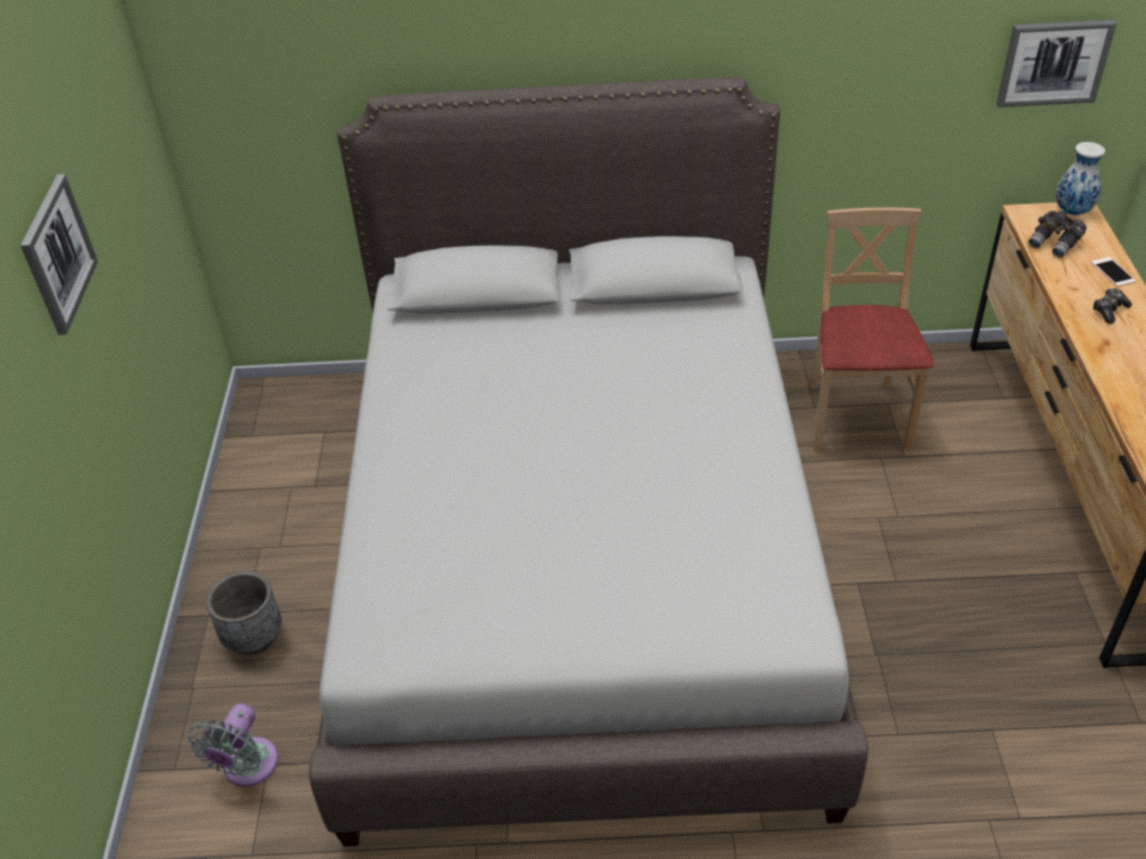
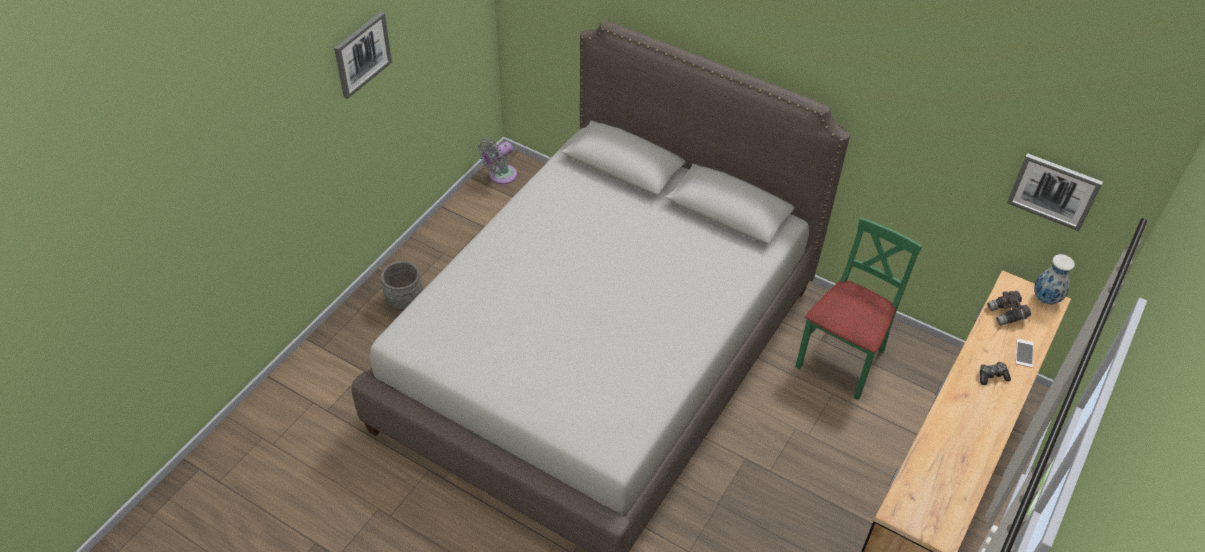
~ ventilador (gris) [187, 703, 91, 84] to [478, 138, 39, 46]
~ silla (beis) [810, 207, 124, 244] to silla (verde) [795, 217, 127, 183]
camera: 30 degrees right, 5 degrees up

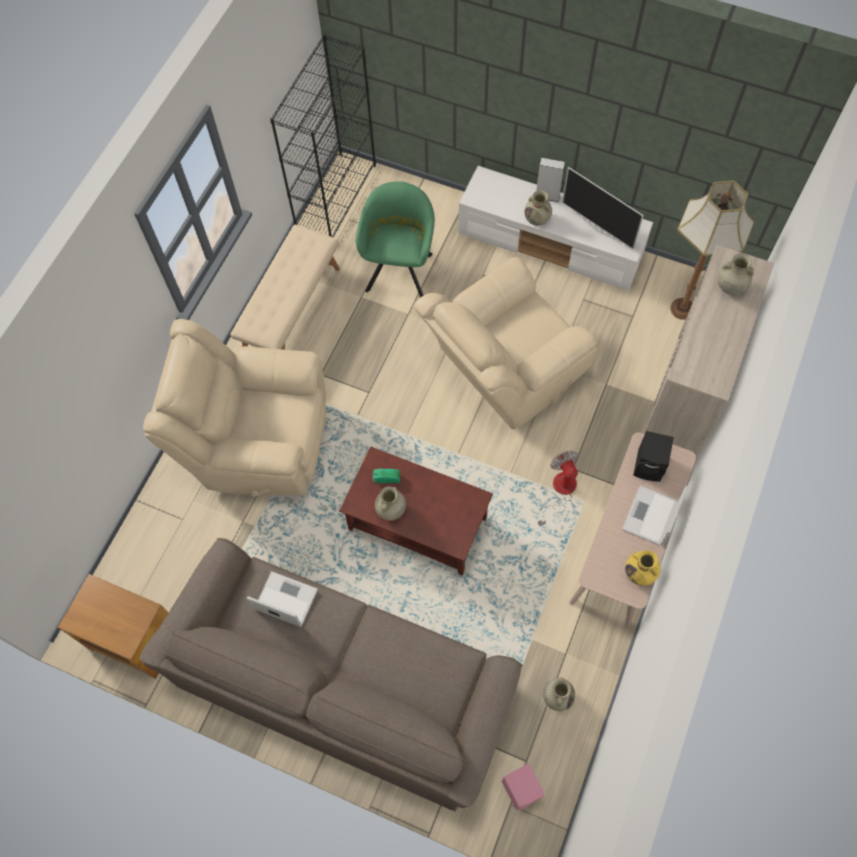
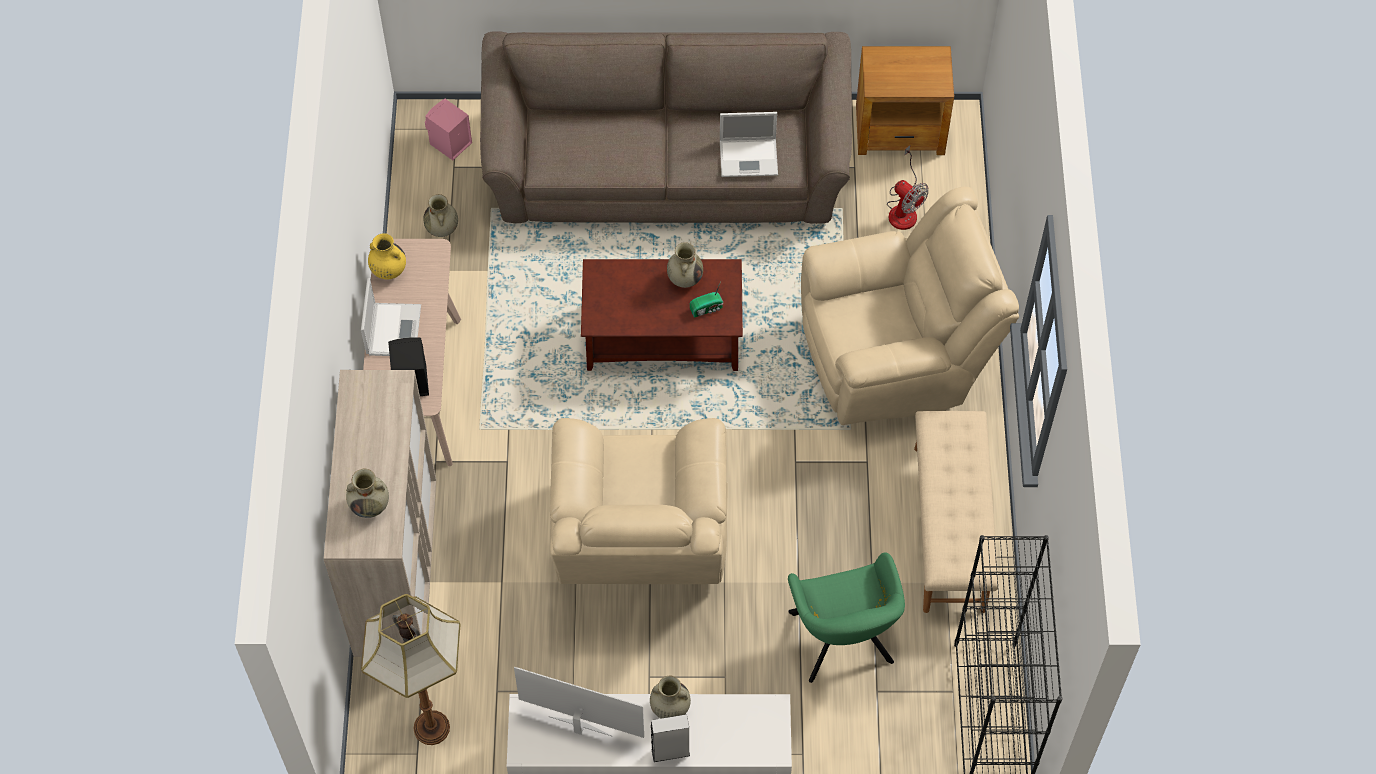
~ sillón (beis) [414, 257, 183, 173] = [550, 418, 178, 166] 150 degrees clockwise
~ ventilador [538, 451, 41, 75] to [887, 145, 42, 85]
camera: 155 degrees right, 5 degrees down

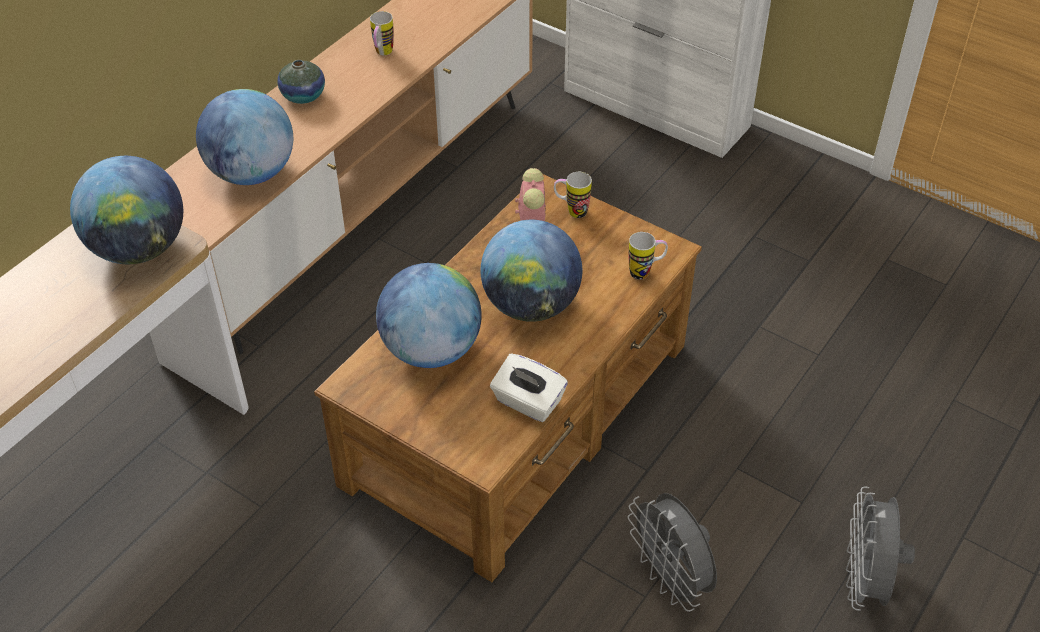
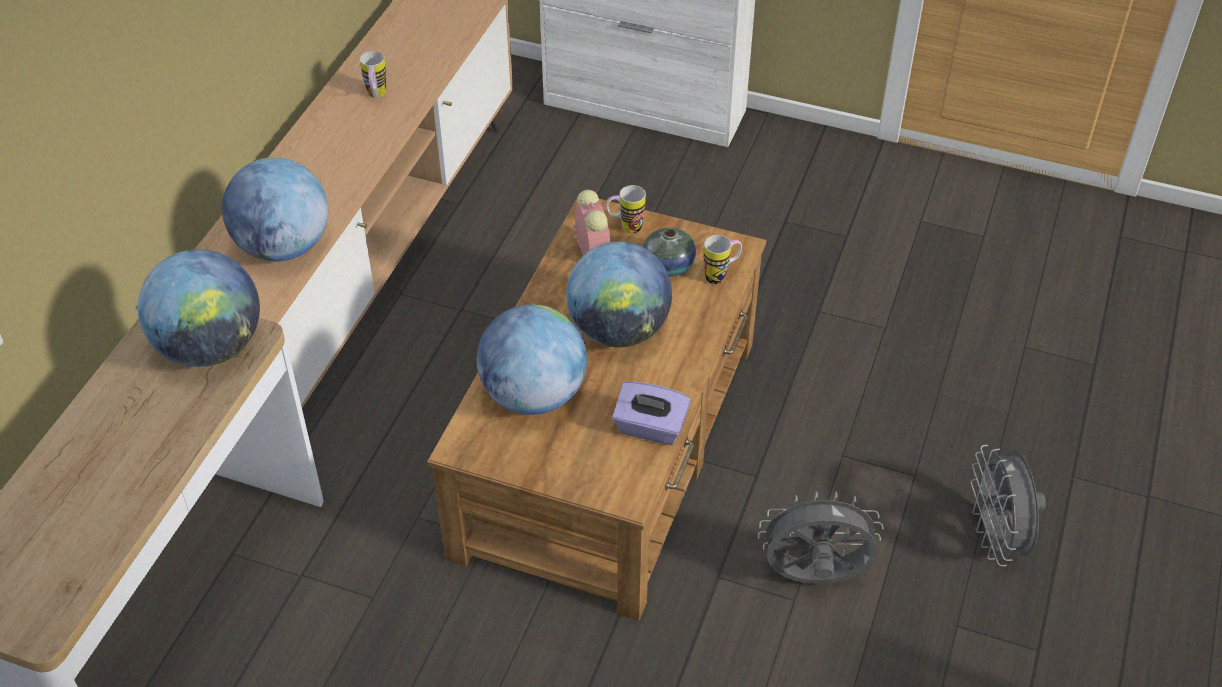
~ florero [277, 60, 48, 44] to [643, 227, 53, 50]
~ caja de pañuelos (blanco) [490, 353, 78, 69] to caja de pañuelos (morado) [612, 382, 79, 63]
~ ventilador (gris) [627, 493, 90, 119] = [758, 491, 126, 93] 135 degrees clockwise
camera: 15 degrees left, 0 degrees up

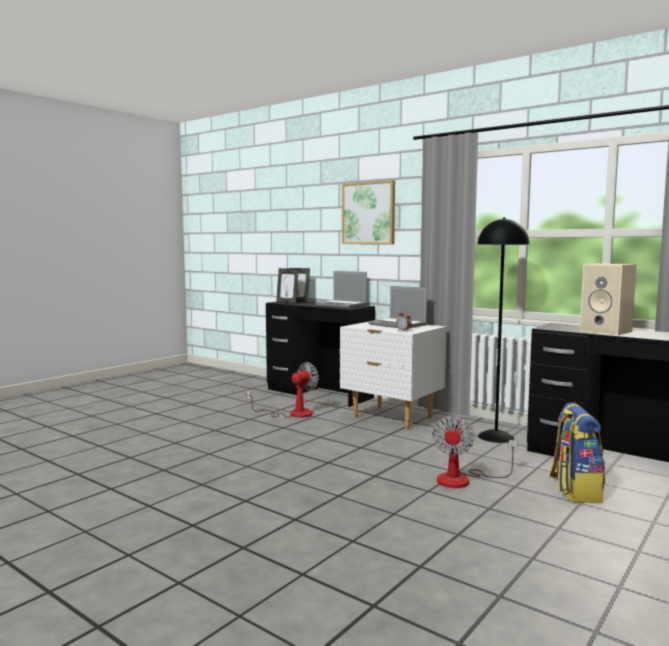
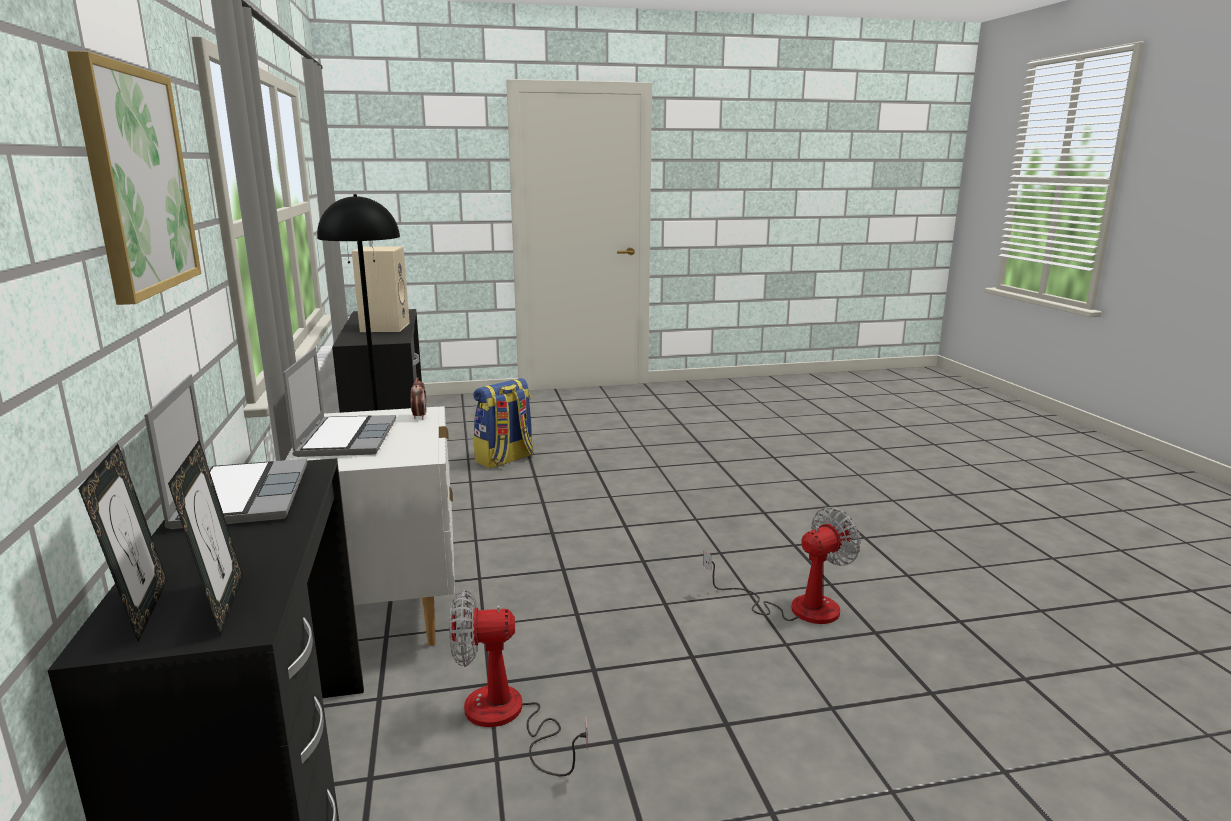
~ ventilador [432, 415, 85, 73] to [703, 507, 158, 117]
camera: 140 degrees left, 10 degrees up

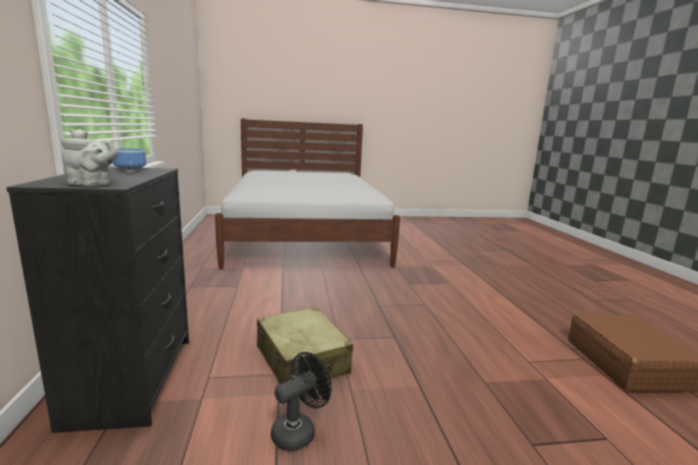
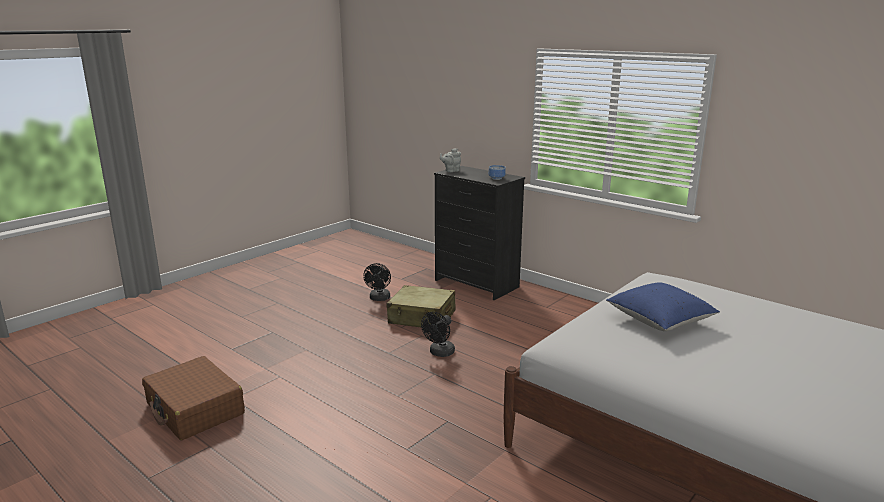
+ ventilador (negro) [421, 312, 34, 45]
+ cojín (azul) [606, 282, 114, 49]
camera: 140 degrees right, 5 degrees up

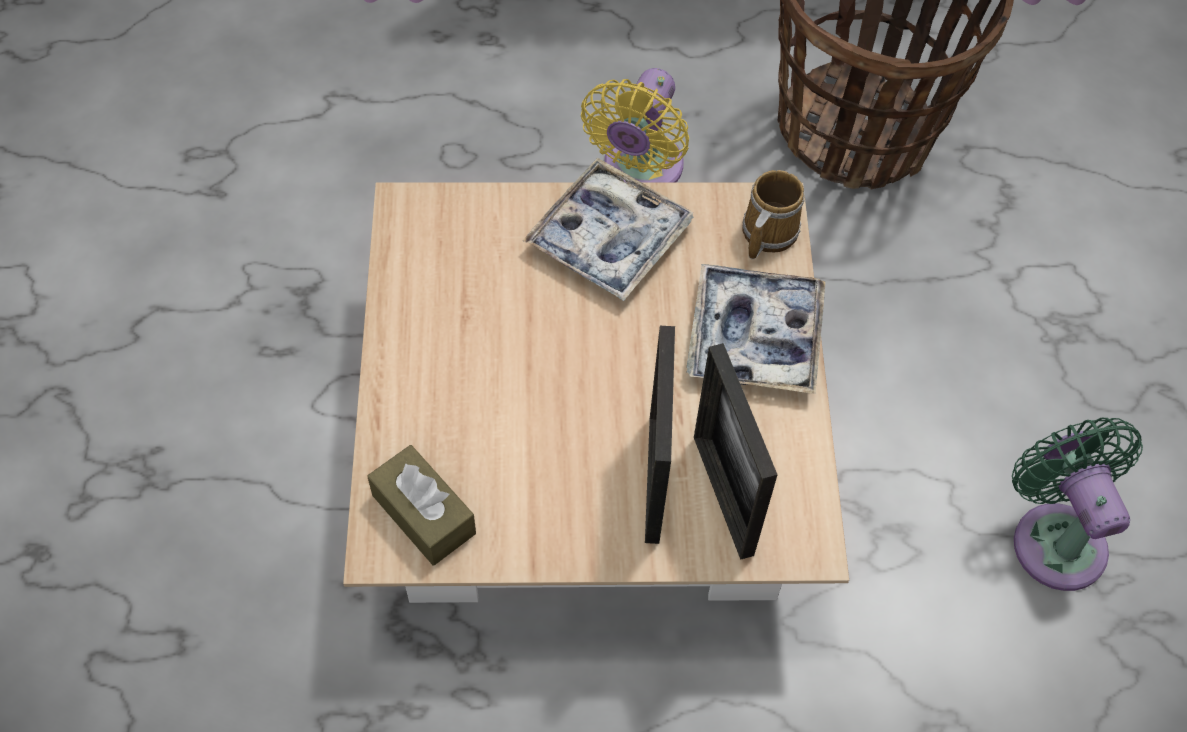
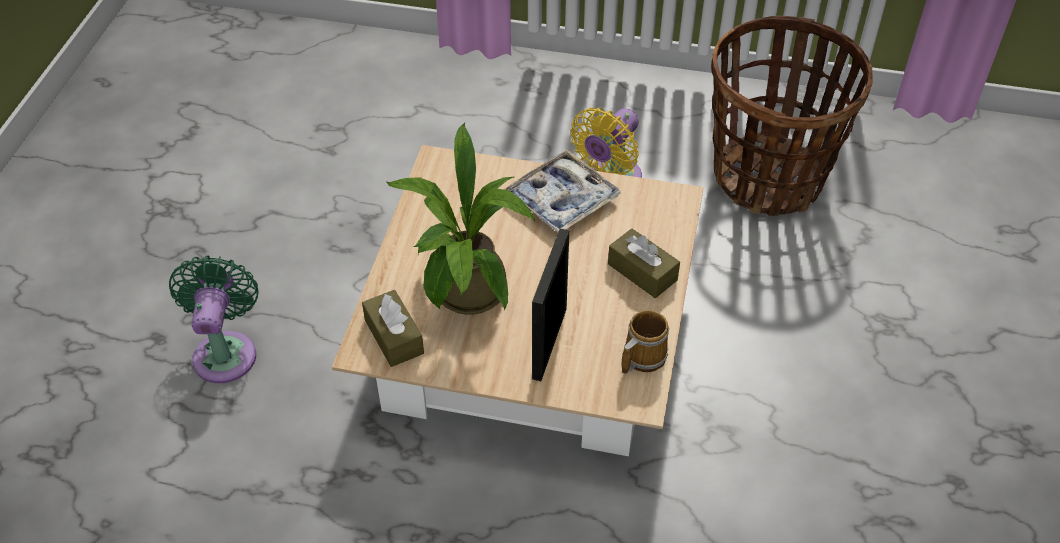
~ bandeja [686, 264, 140, 130] to caja de pañuelos (marrón) [608, 229, 72, 69]
- portarretratos [694, 343, 84, 217]
~ taza grande [742, 170, 62, 90] to [621, 310, 48, 64]
~ ventilador (verde) [1012, 418, 131, 173] to [169, 255, 89, 128]
+ planta en maceta [387, 123, 148, 192]
camera: 15 degrees right, 10 degrees down

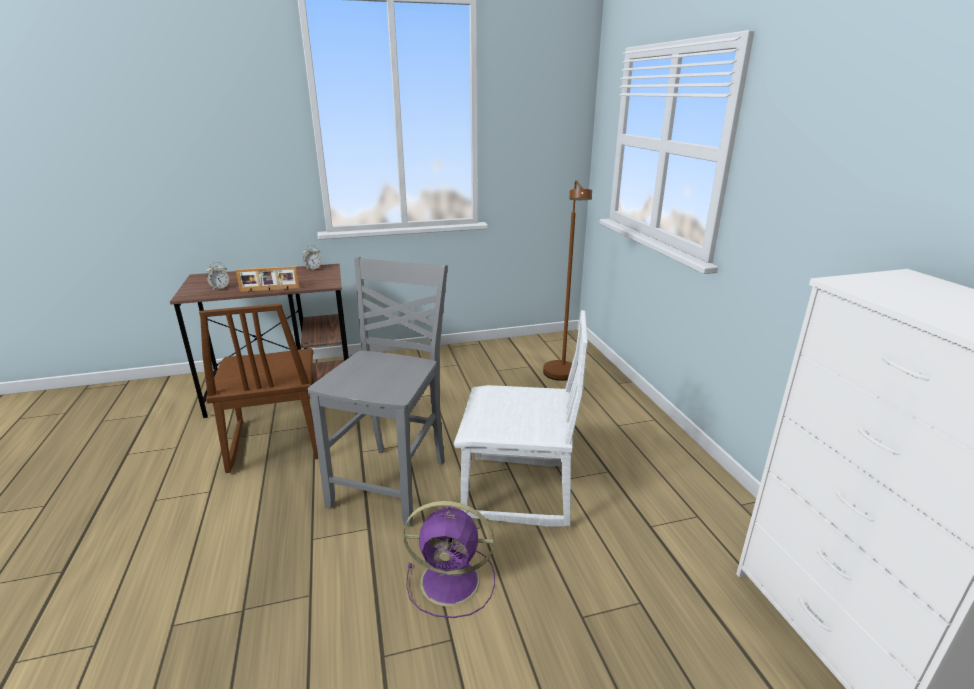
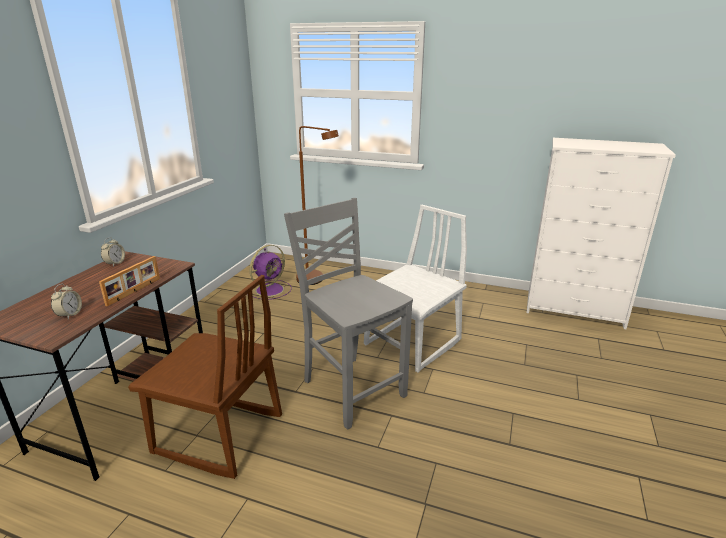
~ ventilador (morado) [403, 501, 92, 117] to [247, 245, 45, 55]
camera: 55 degrees left, 0 degrees up

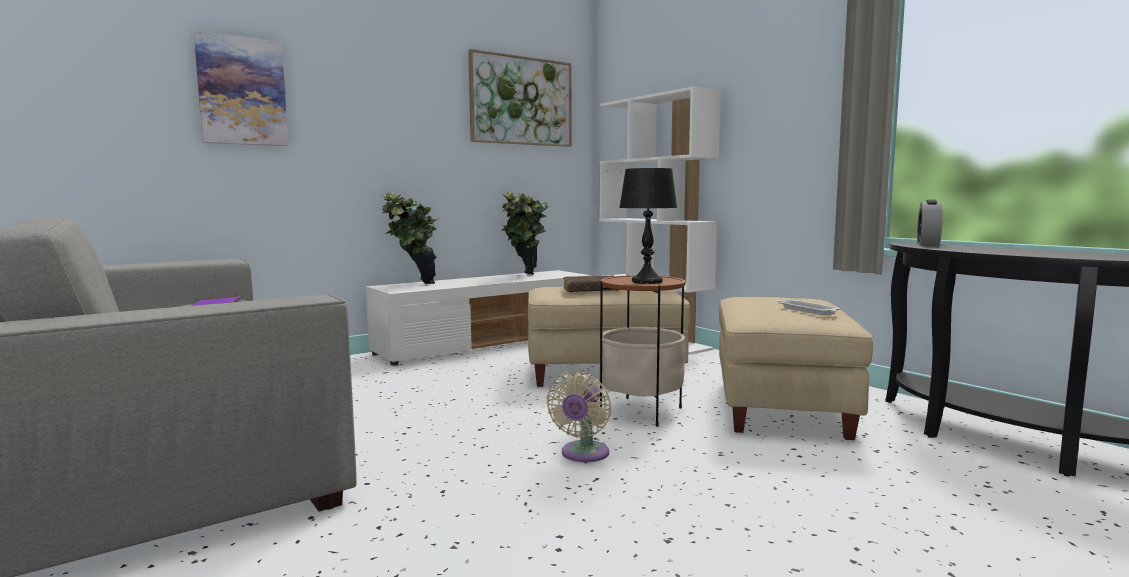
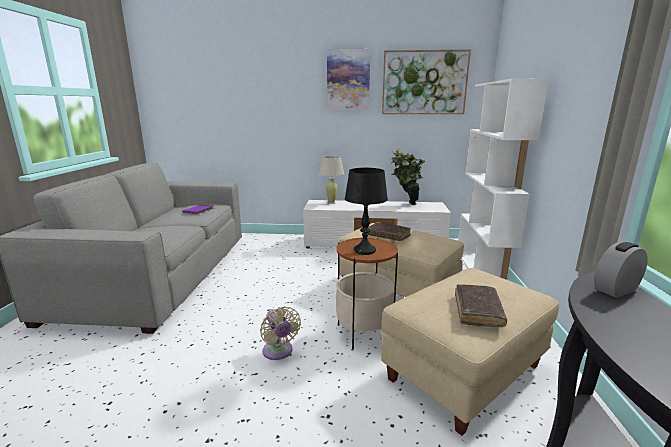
~ cuadro [194, 31, 94, 115] to [327, 49, 43, 60]
~ planta en maceta [382, 191, 58, 93] to lámpara de mesa (beis) [319, 156, 25, 48]
~ ventilador (beis) [547, 372, 64, 90] = [260, 306, 41, 54] 90 degrees counterclockwise
~ bandeja (blanco) [778, 299, 63, 16] to libro (marrón) [455, 284, 52, 43]
camera: 40 degrees right, 10 degrees up

